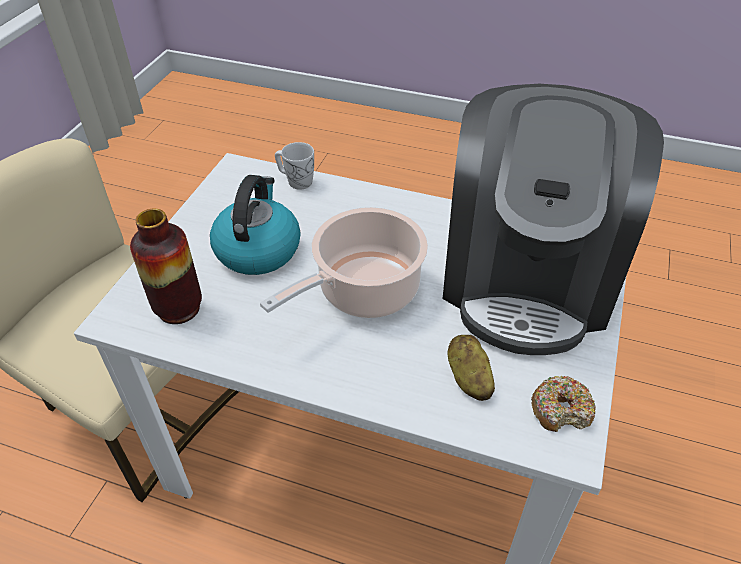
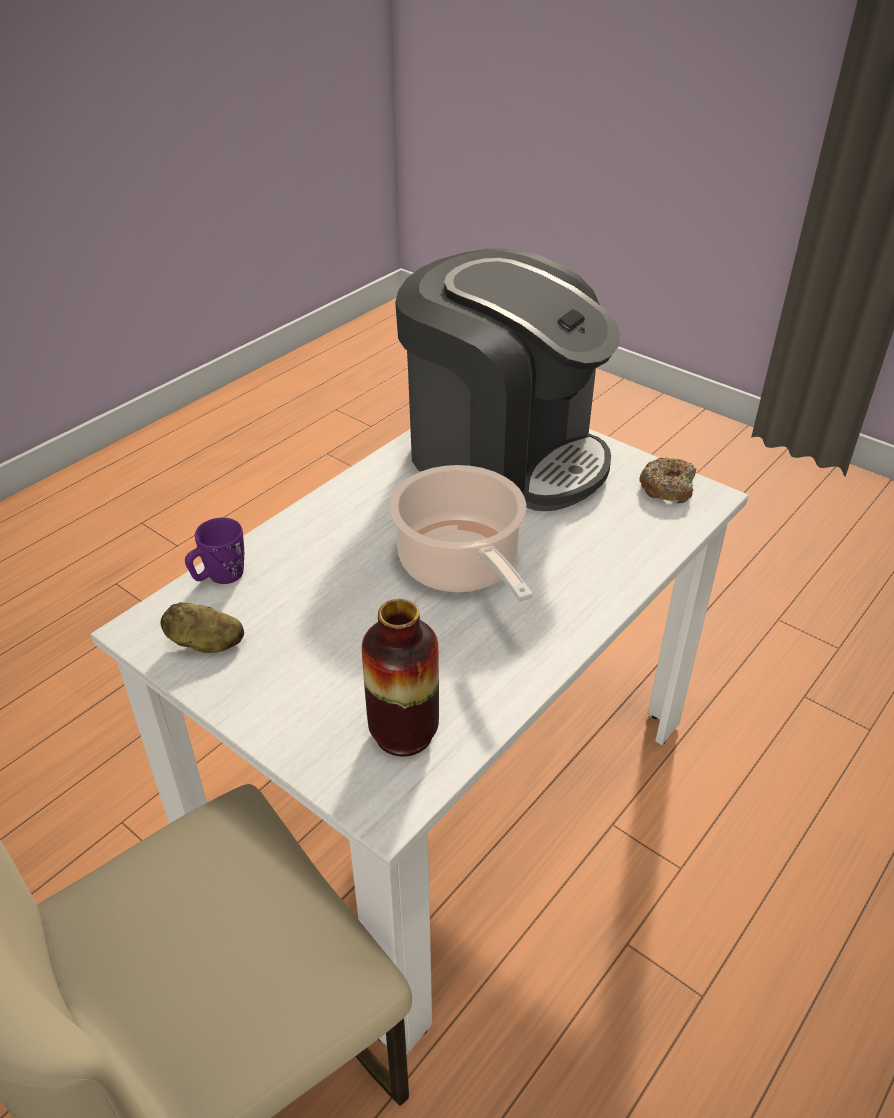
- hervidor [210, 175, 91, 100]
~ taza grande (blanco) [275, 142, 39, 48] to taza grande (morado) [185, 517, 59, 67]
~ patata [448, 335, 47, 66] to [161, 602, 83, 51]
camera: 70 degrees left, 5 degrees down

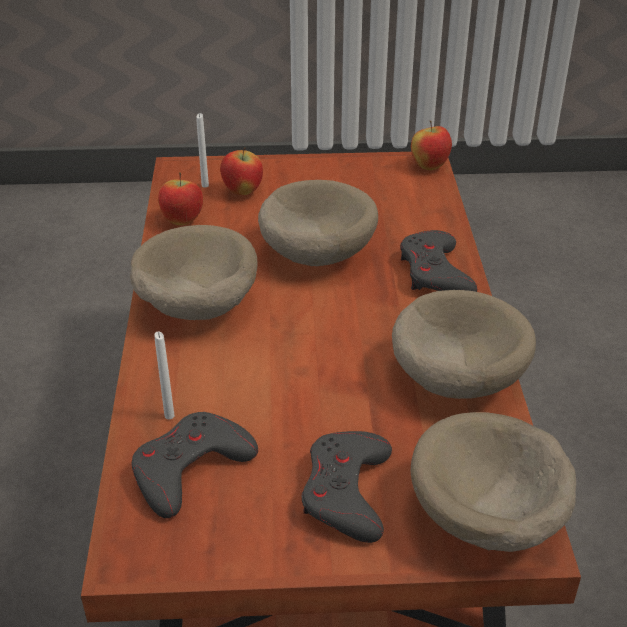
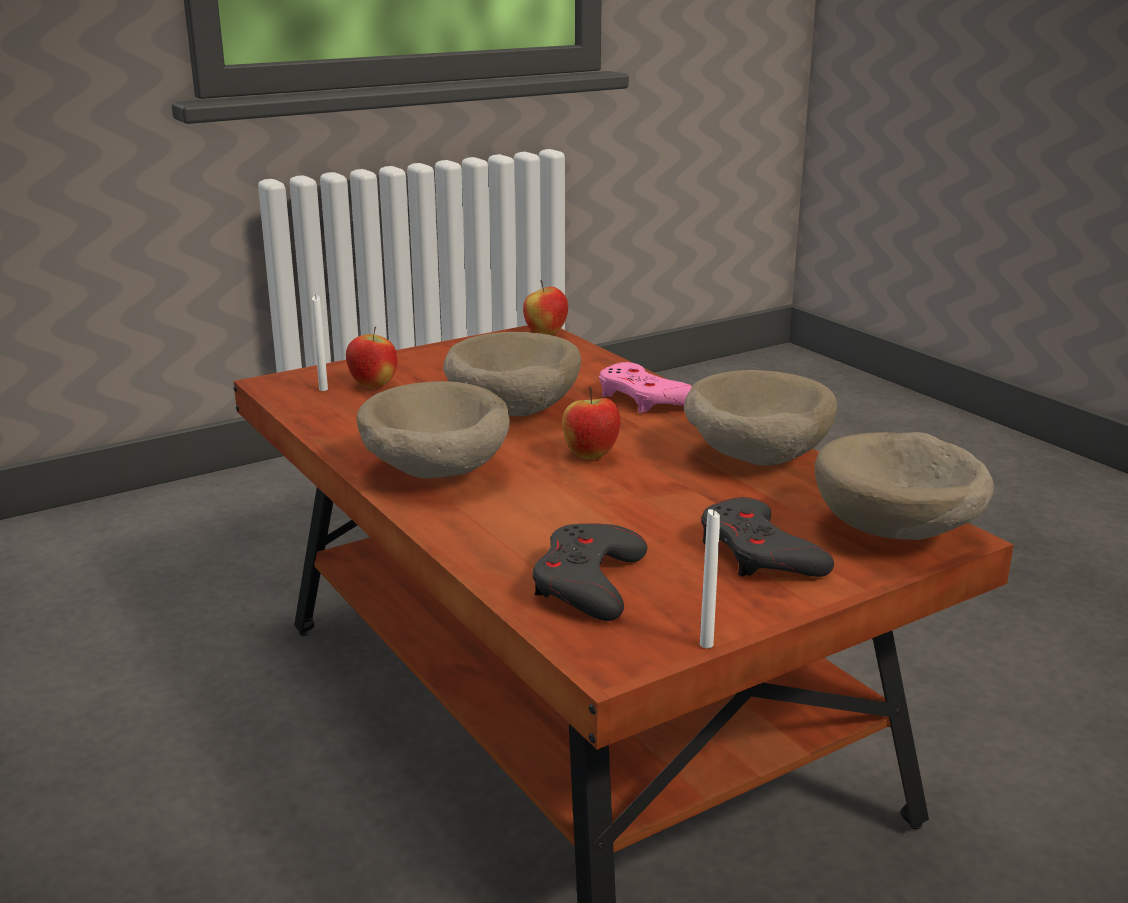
~ vela (blanco) [154, 331, 20, 88] to [700, 509, 20, 139]
~ manzana [158, 172, 45, 53] to [562, 387, 58, 72]
~ mando de consola (gris) [400, 230, 77, 62] to mando de consola (rosa) [599, 362, 93, 51]
camera: 30 degrees left, 15 degrees down

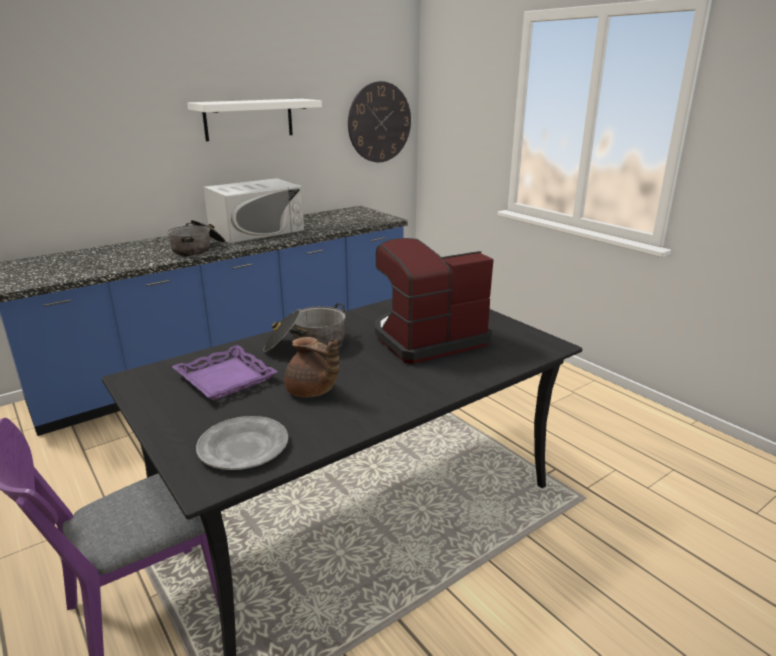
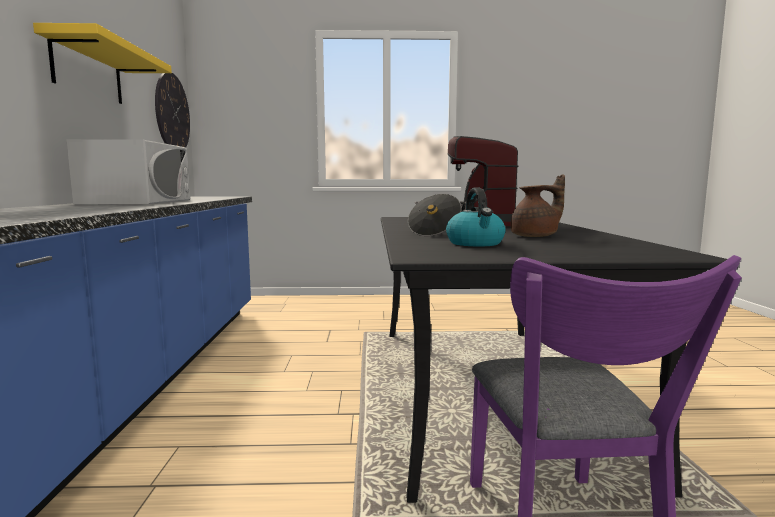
- olla [167, 220, 58, 36]
~ bandeja (morado) [172, 345, 106, 55] to hervidor [446, 188, 60, 58]
~ estante (blanco) [187, 99, 135, 42] to estante (amarillo) [33, 23, 139, 81]
- plato (gris) [196, 416, 92, 54]
camera: 55 degrees left, 15 degrees down

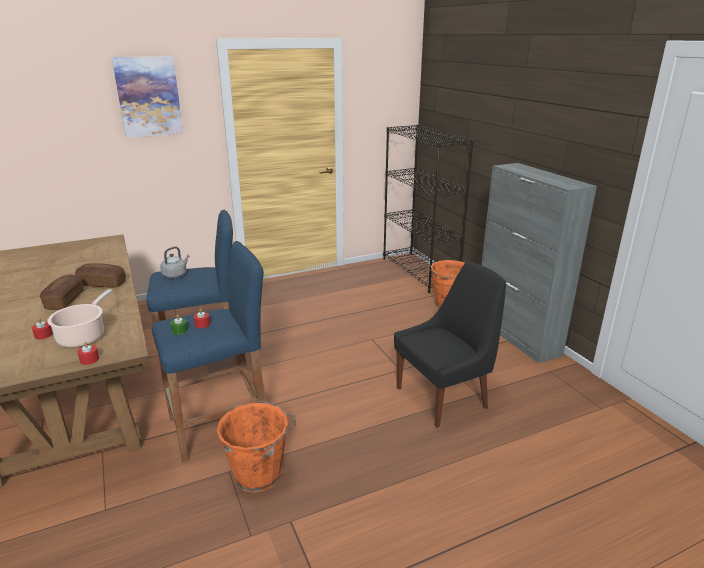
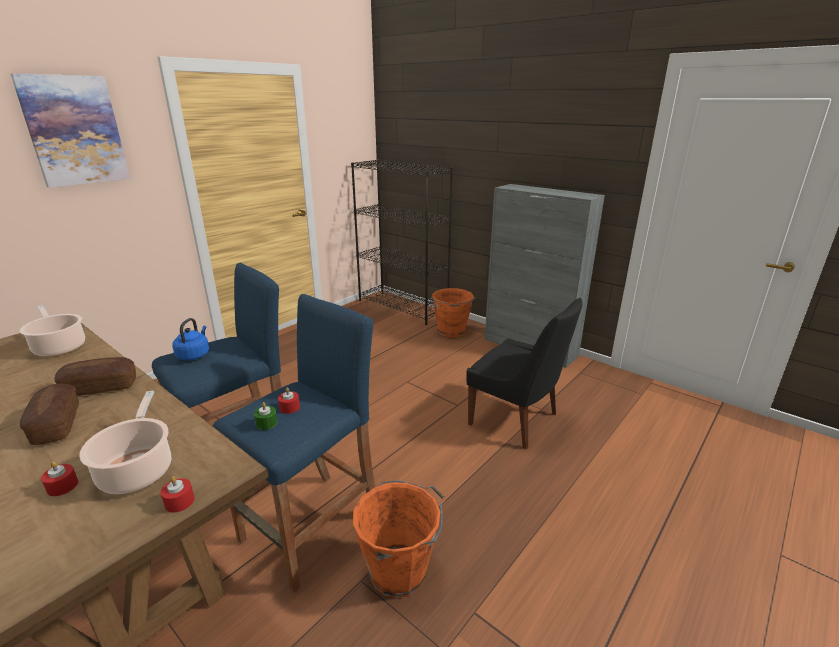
~ hervidor (gris) [160, 246, 29, 32] to hervidor (azul) [172, 318, 37, 43]
~ silla (negro) [394, 261, 112, 167] = [466, 298, 117, 151] 90 degrees clockwise
+ olla [20, 305, 65, 52]
camera: 25 degrees left, 0 degrees up

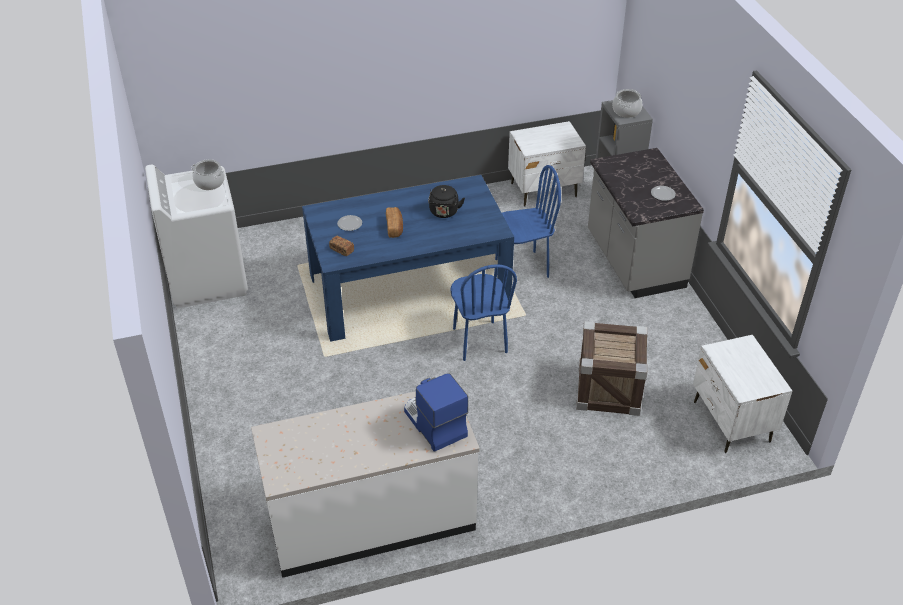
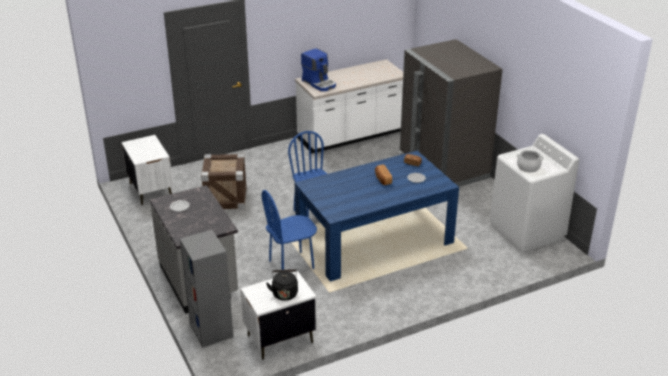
~ hervidor (negro) [428, 185, 37, 33] to [266, 269, 32, 32]
- olla [612, 89, 30, 29]
+ nevera (gris) [400, 39, 103, 148]
camera: 170 degrees right, 10 degrees down

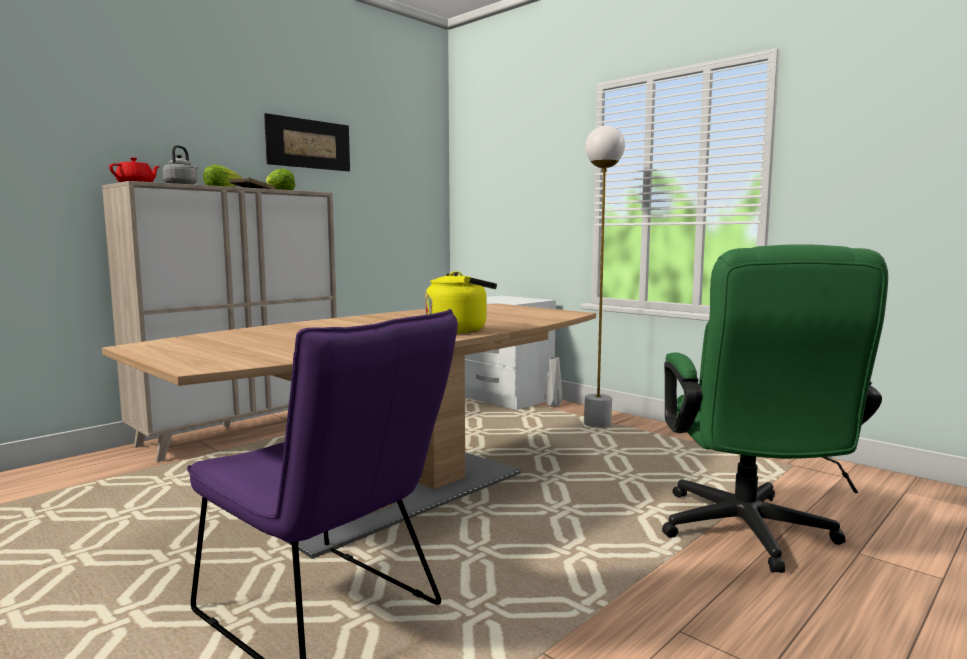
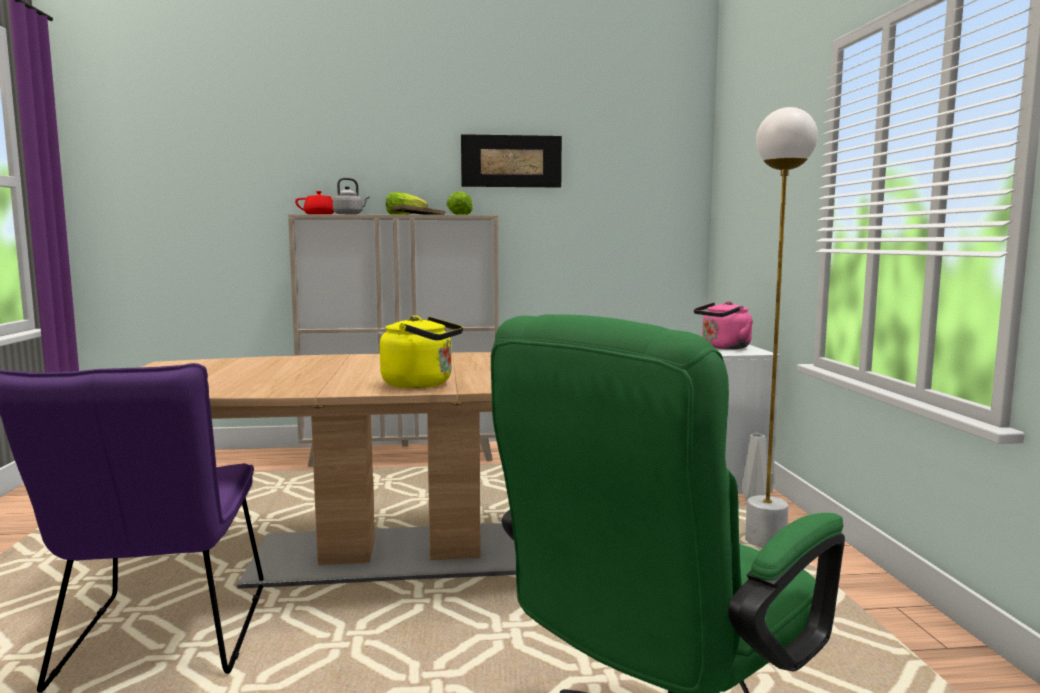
+ hervidor (rosa) [694, 301, 59, 48]
camera: 40 degrees right, 0 degrees up

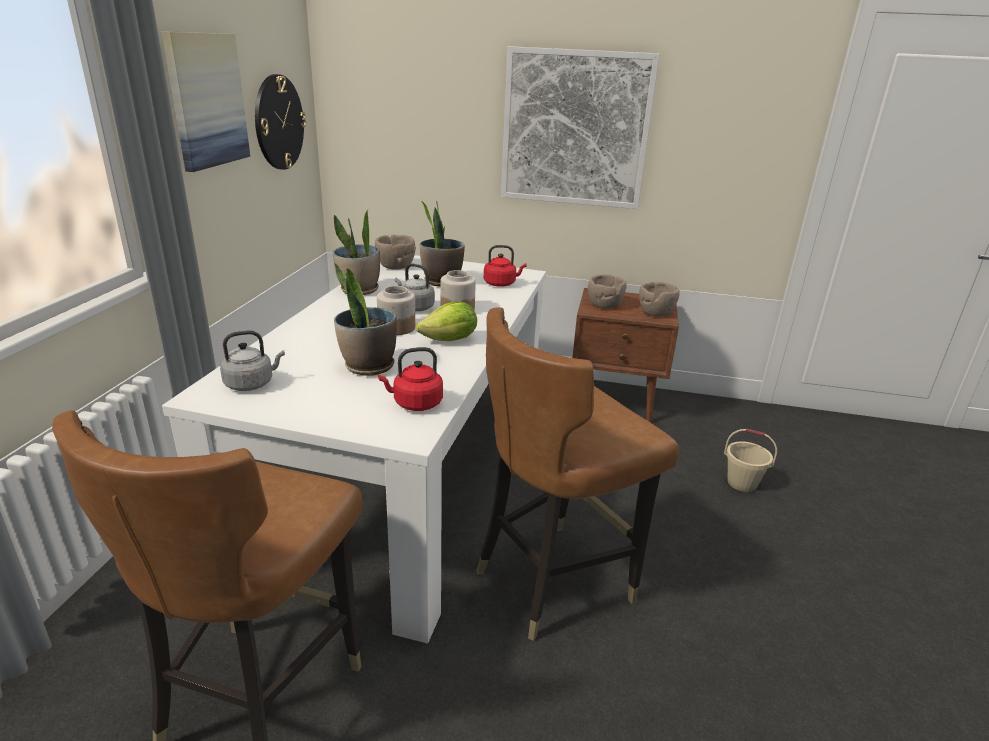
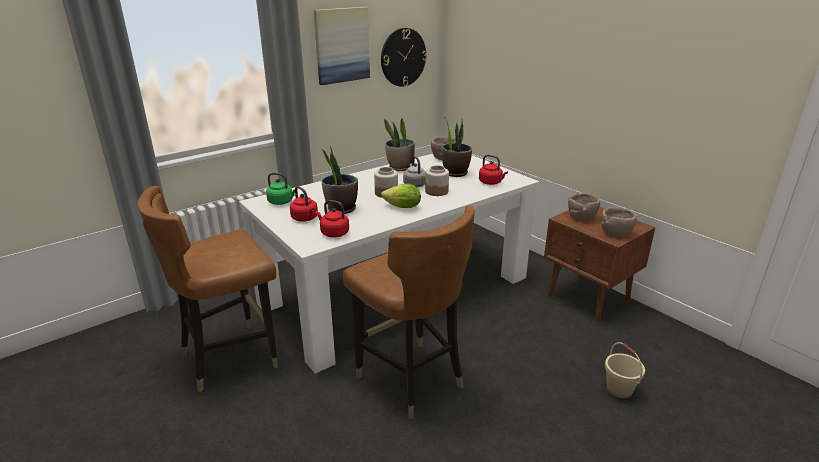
~ hervidor (gris) [220, 330, 65, 61] to hervidor (verde) [266, 173, 29, 32]
~ silla (marrón) [477, 307, 202, 334] = [343, 205, 132, 214] 135 degrees counterclockwise
- cuadro [501, 46, 159, 163]
+ hervidor (rojo) [290, 186, 28, 36]
camera: 40 degrees right, 0 degrees up

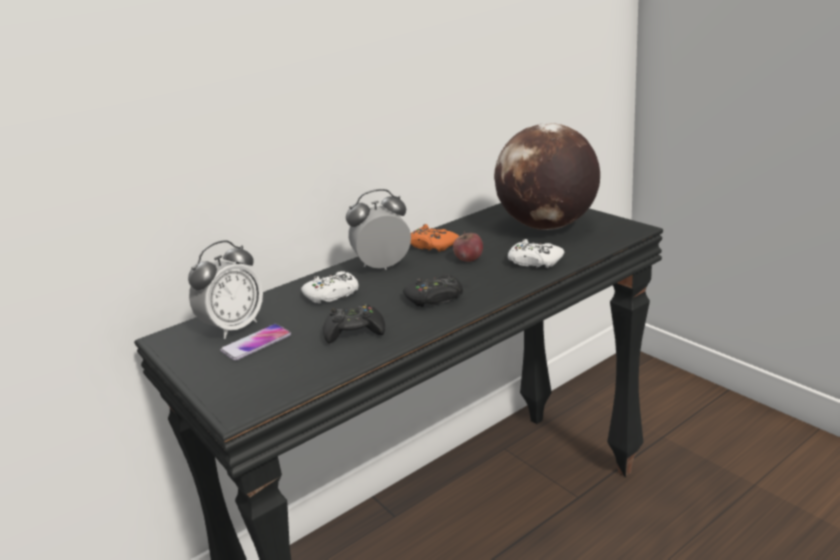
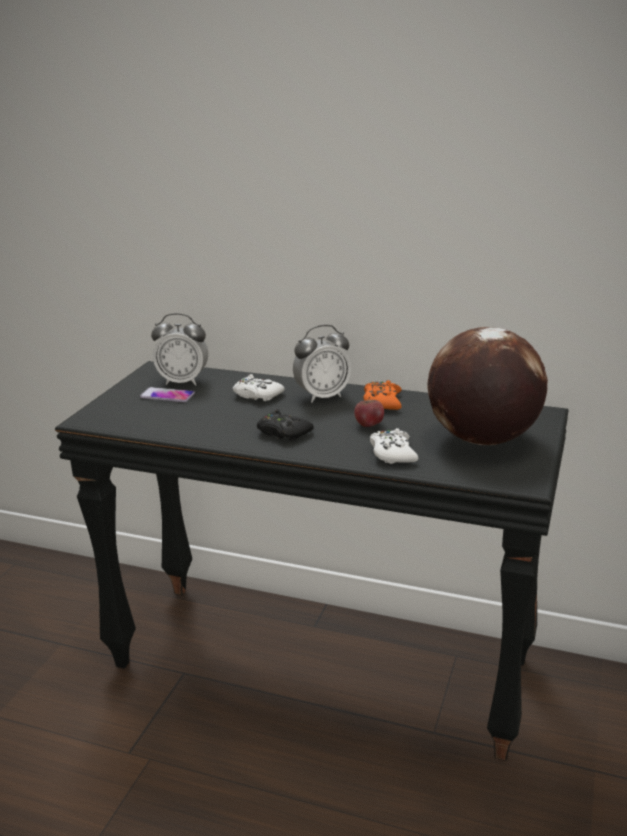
- mando de consola (negro) [323, 304, 62, 40]
~ despertador [346, 189, 65, 81] = [293, 325, 58, 78] 120 degrees clockwise
camera: 55 degrees right, 0 degrees up

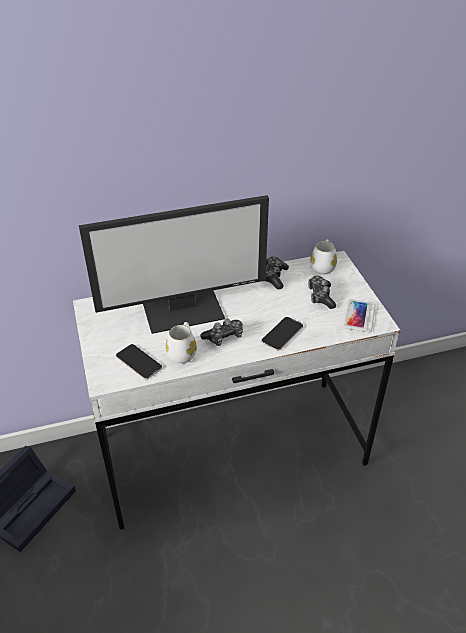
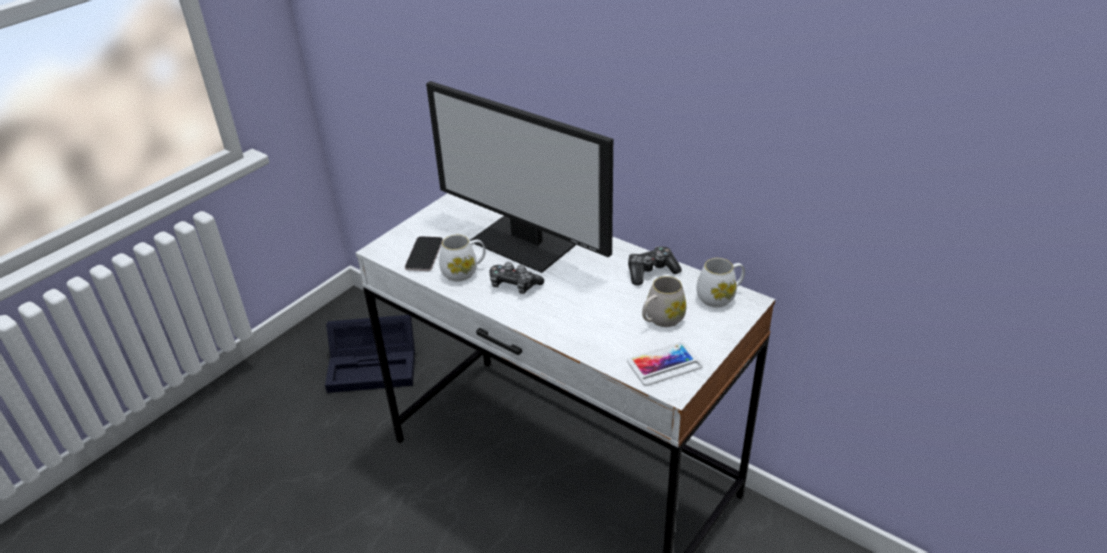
- móvil [261, 317, 42, 34]
~ mando de consola [308, 276, 28, 33] to taza grande (blanco) [642, 276, 44, 51]
camera: 55 degrees right, 5 degrees down

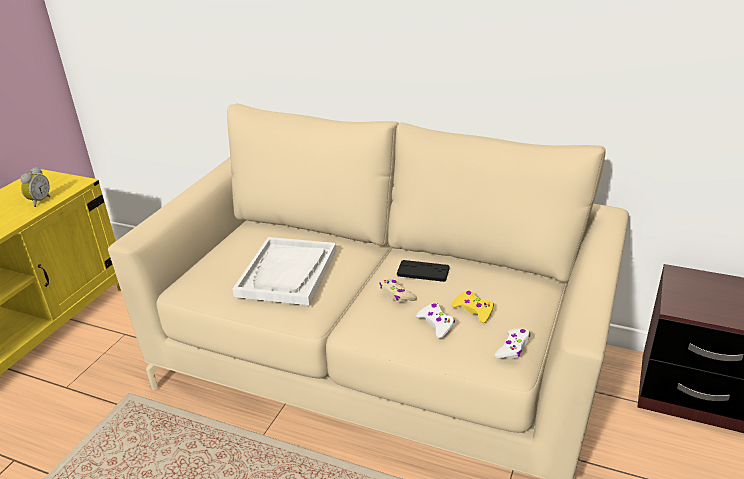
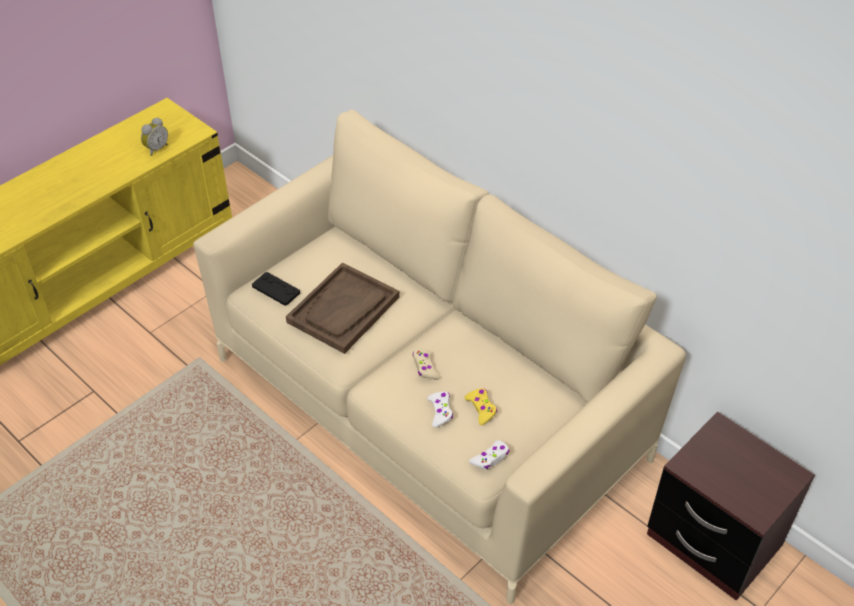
~ bandeja (blanco) [233, 237, 104, 68] to bandeja (marrón) [286, 263, 114, 91]
~ mando de consola (negro) [397, 260, 52, 22] to [252, 272, 48, 34]
camera: 20 degrees right, 15 degrees up

